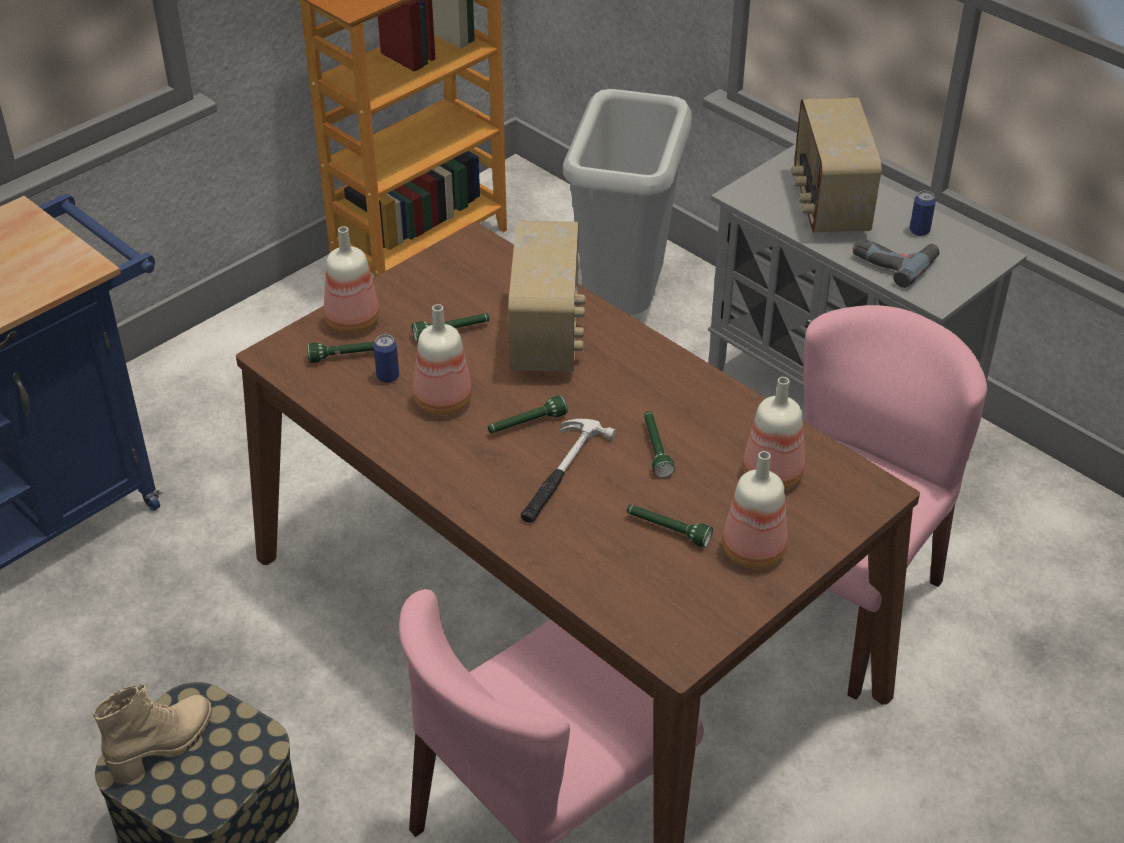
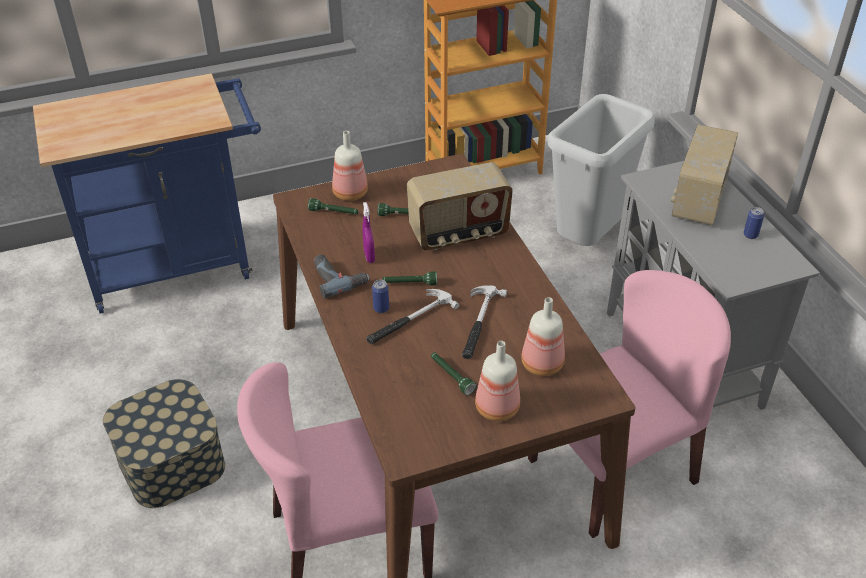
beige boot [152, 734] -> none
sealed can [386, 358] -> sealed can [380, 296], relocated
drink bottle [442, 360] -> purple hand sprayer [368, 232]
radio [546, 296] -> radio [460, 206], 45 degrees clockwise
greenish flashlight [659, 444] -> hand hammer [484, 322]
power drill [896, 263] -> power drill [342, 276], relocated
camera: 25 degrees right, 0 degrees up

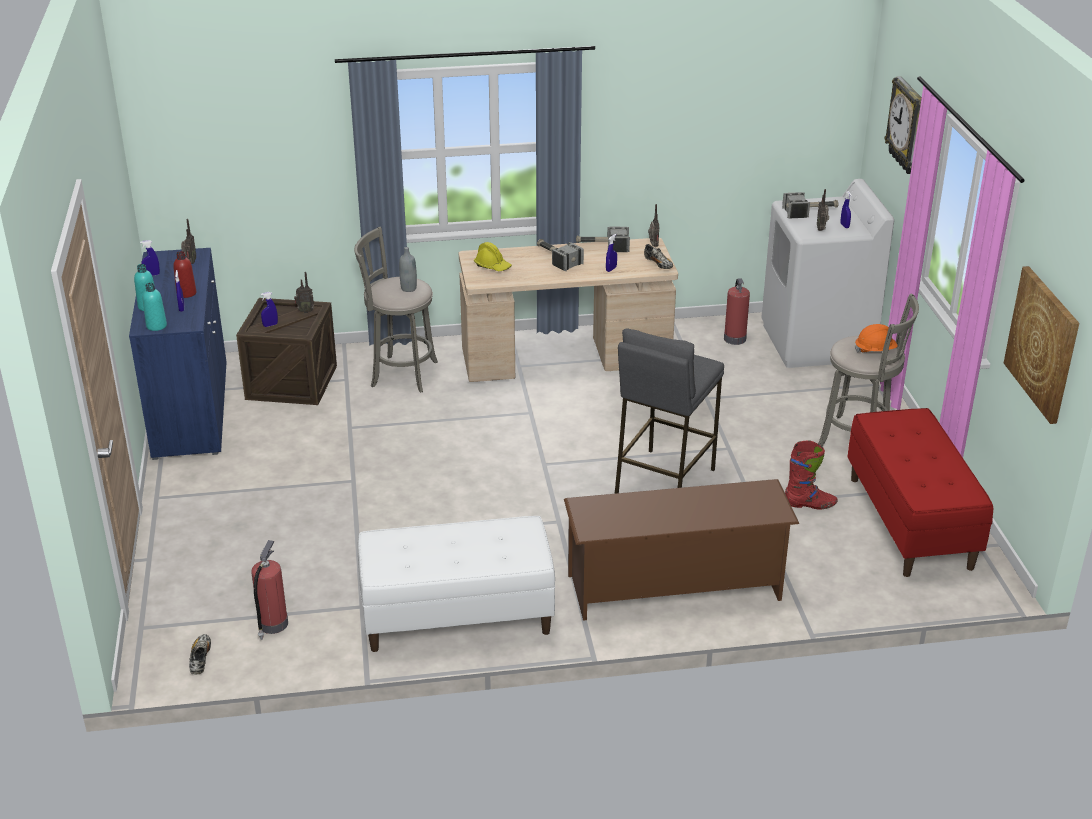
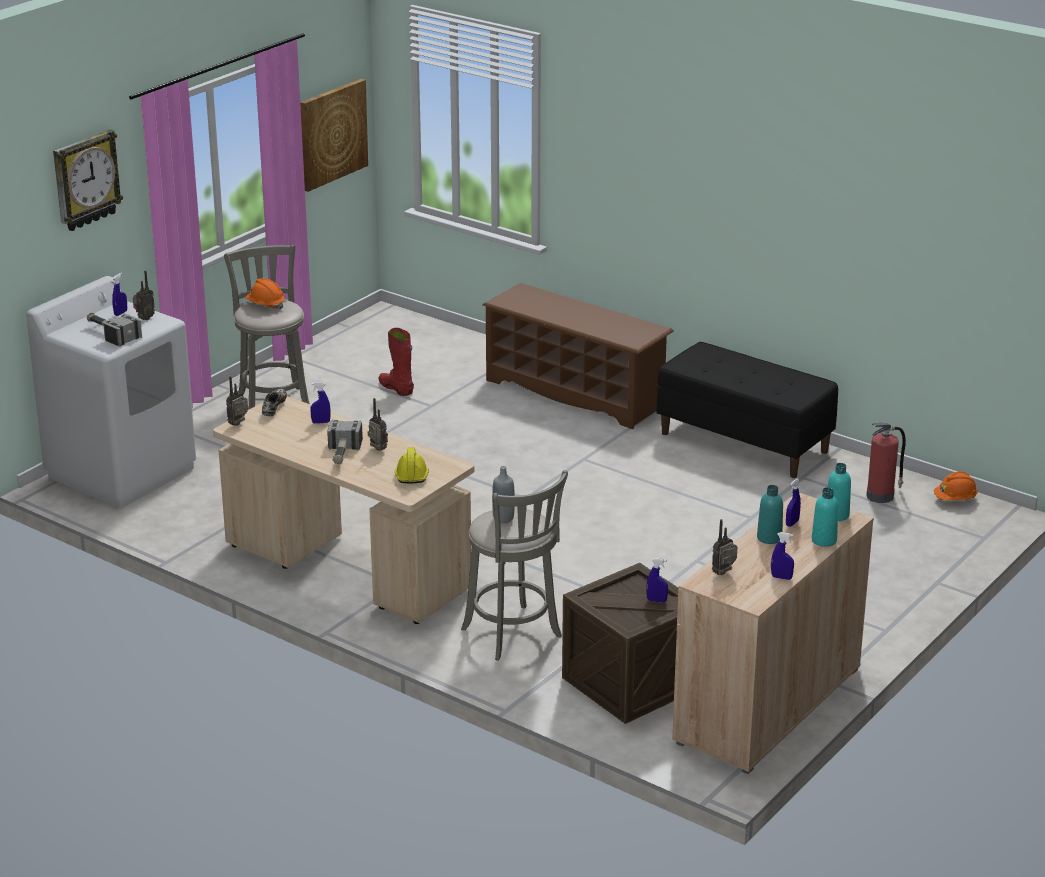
bluish cabinet [178, 354] -> beige cabinet [773, 633]
red-coloured drink bottle [184, 274] -> turquoise-coloured drink bottle [770, 514]
item of footwear [200, 654] -> orange-coloured hard hat [956, 486]
radio [304, 292] -> radio [378, 424], relocated
white indoor bench [456, 584] -> black-coloured indoor bench [747, 410]
hand hammer [603, 239] -> none
greyish sitting stool [669, 411] -> none
extinguisher [737, 312] -> none
red-coloured indoor bench [920, 492] -> none
camera: 135 degrees left, 5 degrees down

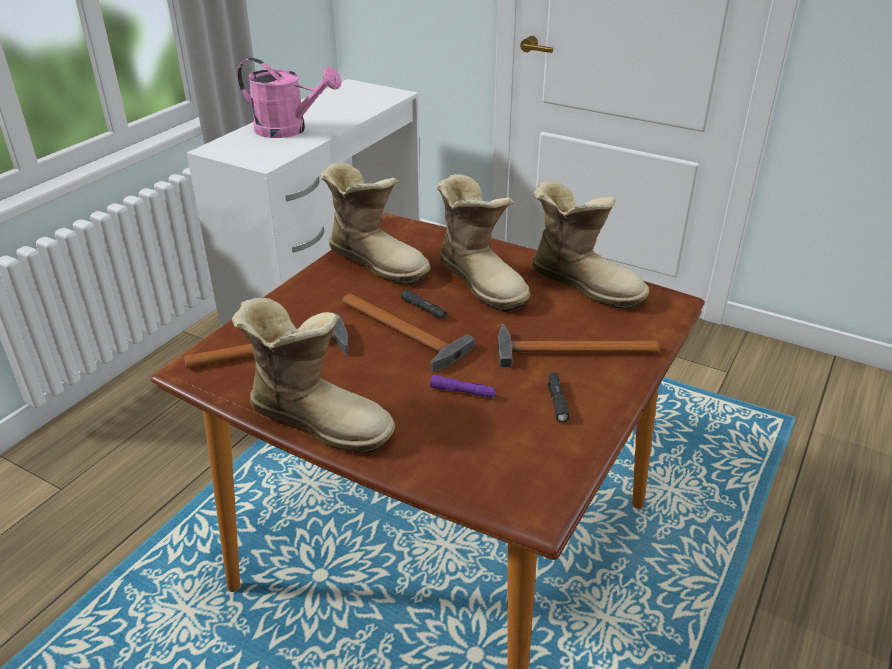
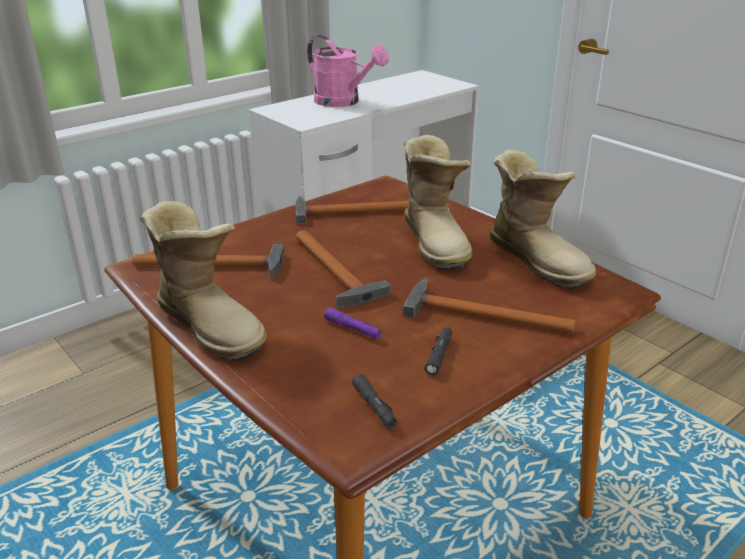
boot [375, 224] -> hand hammer [352, 210]
black-coloured flashlight [424, 304] -> black-coloured flashlight [374, 401], relocated
camera: 20 degrees right, 5 degrees down

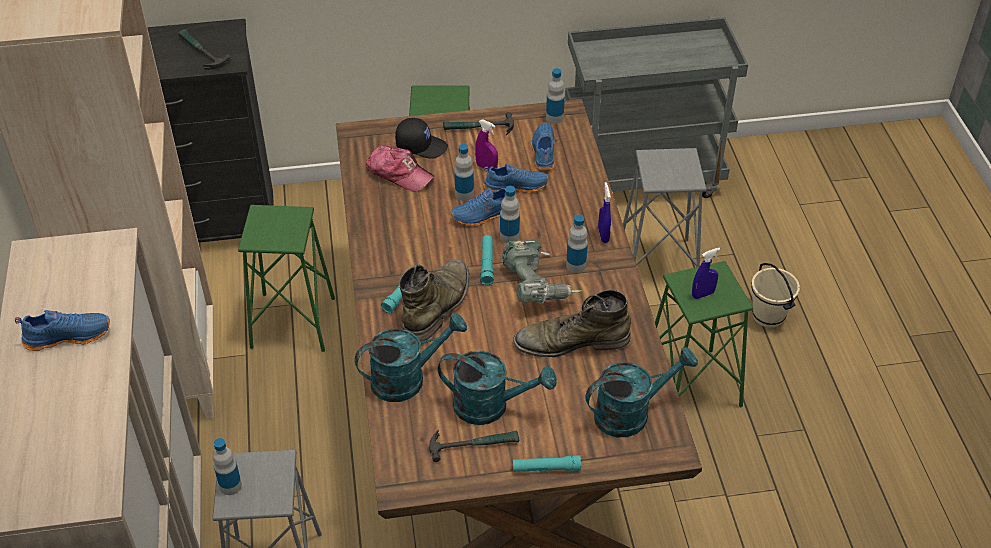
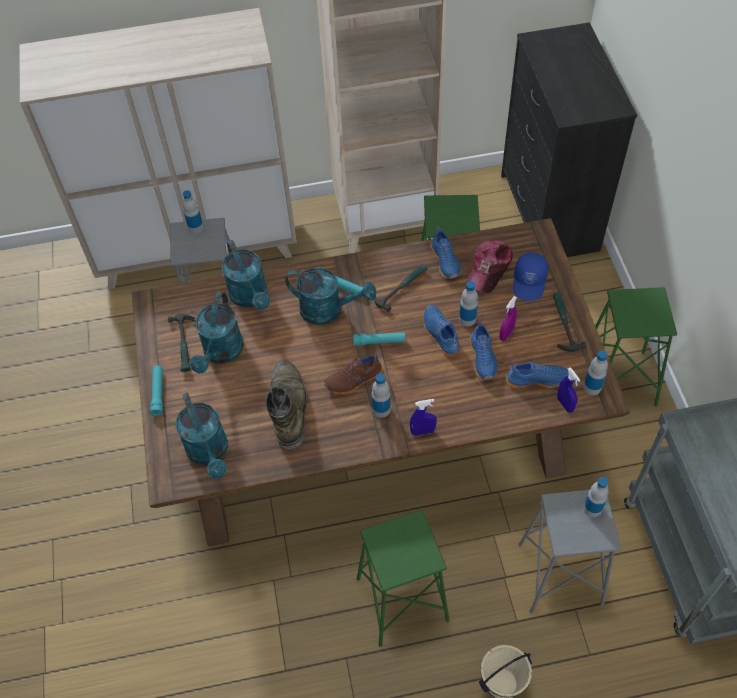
bluish item of footwear [62, 330] -> bluish item of footwear [446, 252], relocated
hand hammer [204, 49] -> hand hammer [401, 288], relocated
black-coloured cap [421, 138] -> bluish cap [530, 276]
greenish boot [434, 301] -> turquoise-coloured sprinkling can [330, 296]
drink bottle [510, 214] -> drink bottle [596, 497], relocated
power drill [541, 271] -> brown-coloured item of footwear [353, 373]
bluish hand sprayer [706, 273] -> bluish hand sprayer [568, 390], relocated
camera: 90 degrees right, 10 degrees up

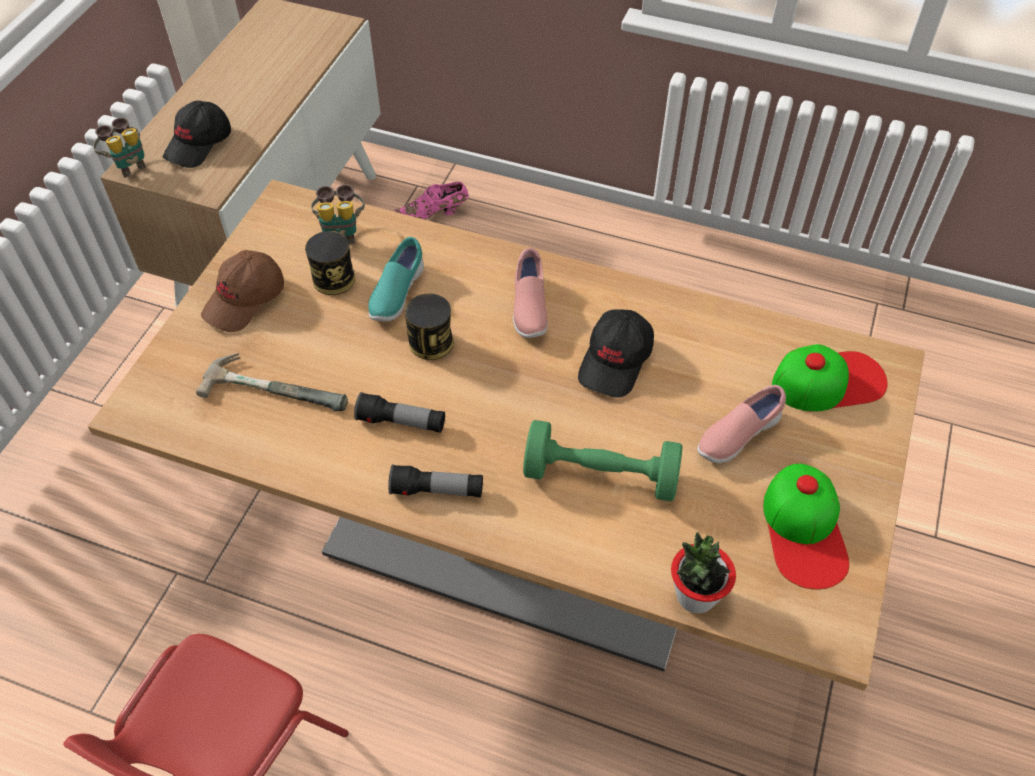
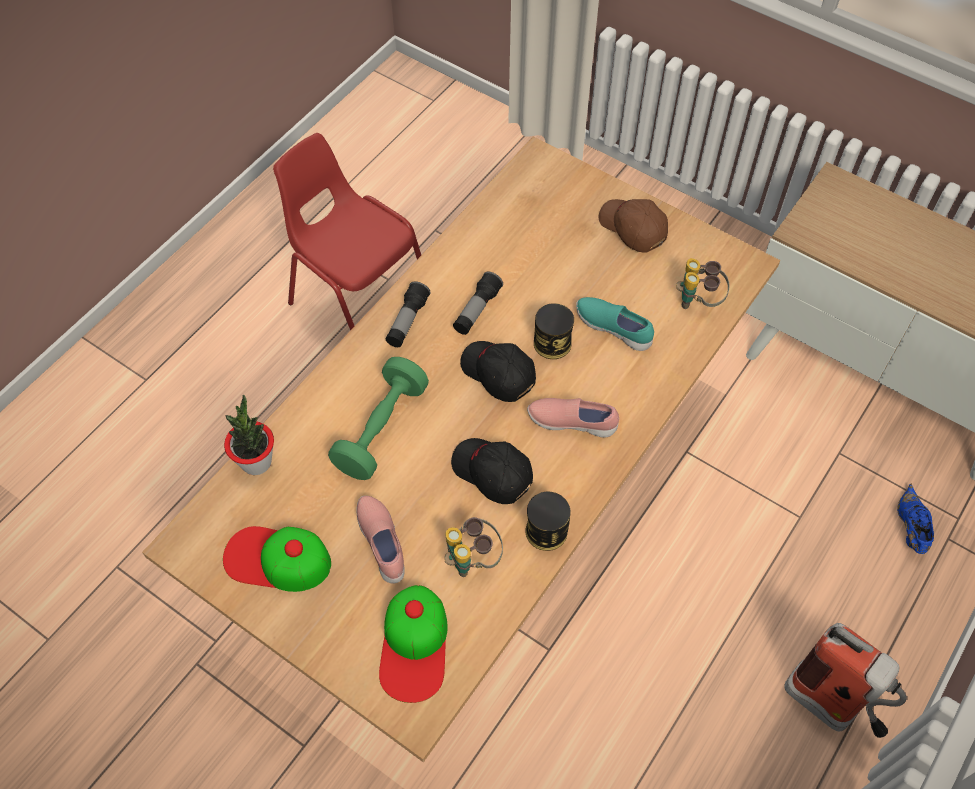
pair of binoculars [119, 148] -> pair of binoculars [473, 547], relocated
black-coloured cap [197, 134] -> black-coloured cap [498, 371], relocated
hand hammer [272, 382] -> none
sealed can [330, 263] -> sealed can [548, 521], relocated
pink-coloured item of footwear [432, 201] -> bluish item of footwear [915, 518]
none -> extinguisher [845, 680]
camera: 105 degrees right, 5 degrees up

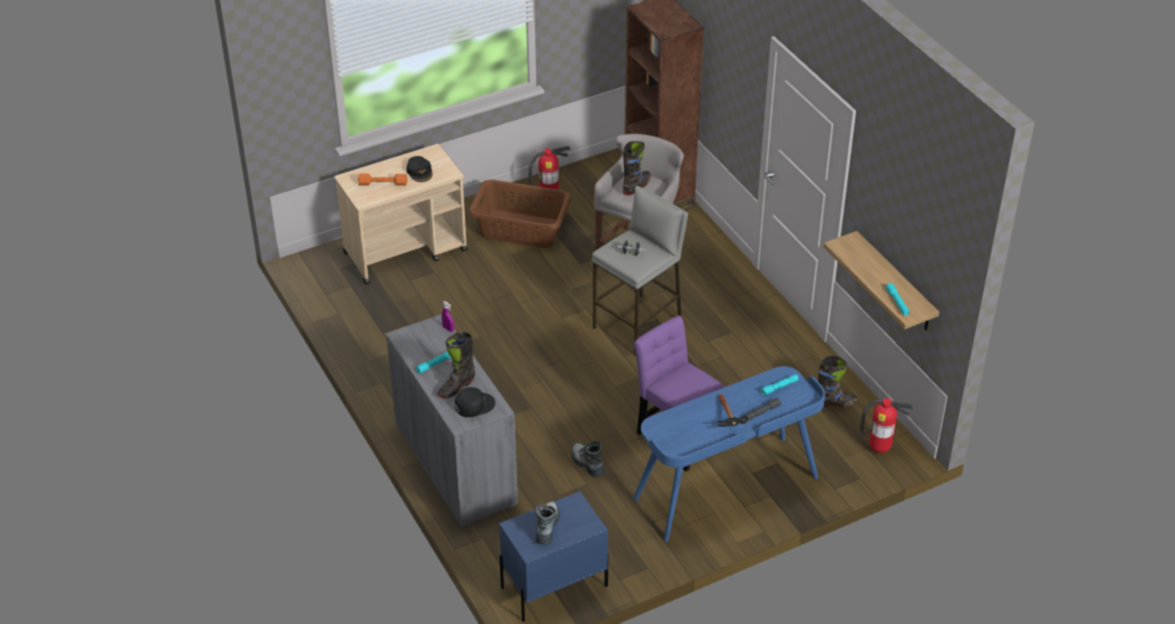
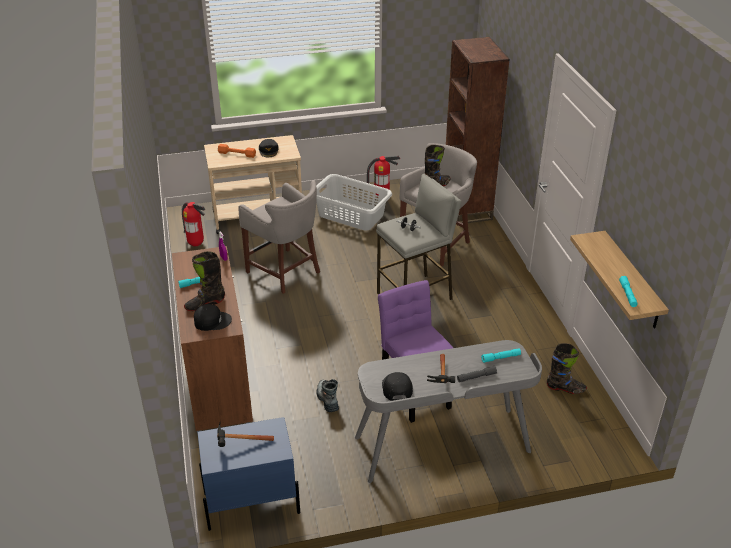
greyish cabinet [452, 421] -> brown-coloured cabinet [212, 339]
brown-coloured laundry basket [520, 214] -> greyish laundry basket [354, 202]
boot [547, 523] -> hand hammer [245, 434]
bluish desk unit [729, 454] -> greyish desk unit [448, 411]
extinguisher [886, 425] -> extinguisher [193, 224], relocated
none -> greyish sitting stool [279, 237]
none -> black-coloured cap [397, 386]
camera: 15 degrees right, 5 degrees down

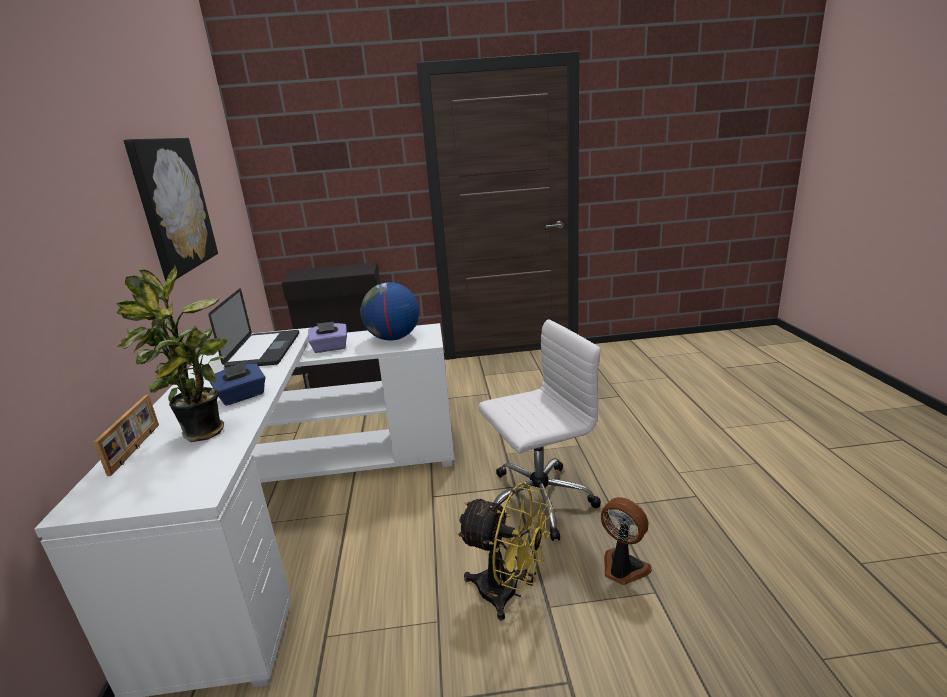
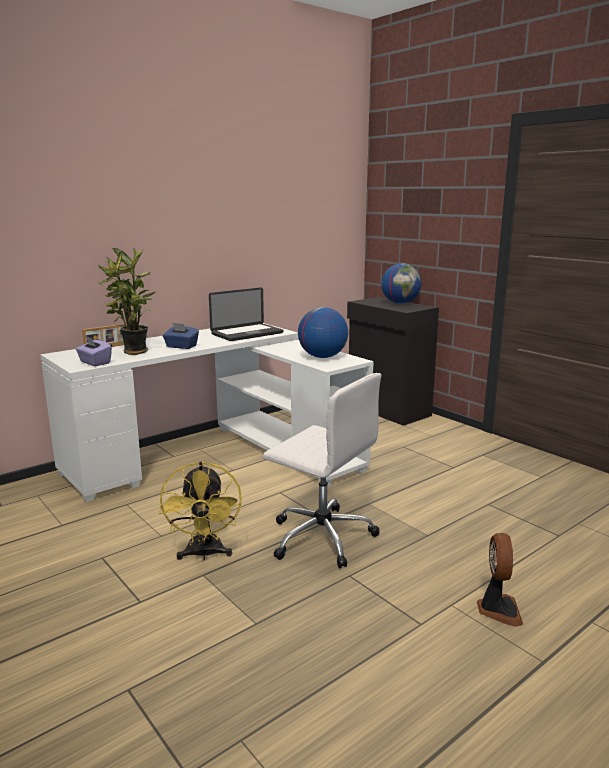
wall art [171, 209] -> none
purple box of tissues [327, 337] -> purple box of tissues [94, 351], relocated
fan [626, 541] -> fan [500, 580], relocated
none -> world globe [401, 283]
camera: 55 degrees right, 5 degrees down

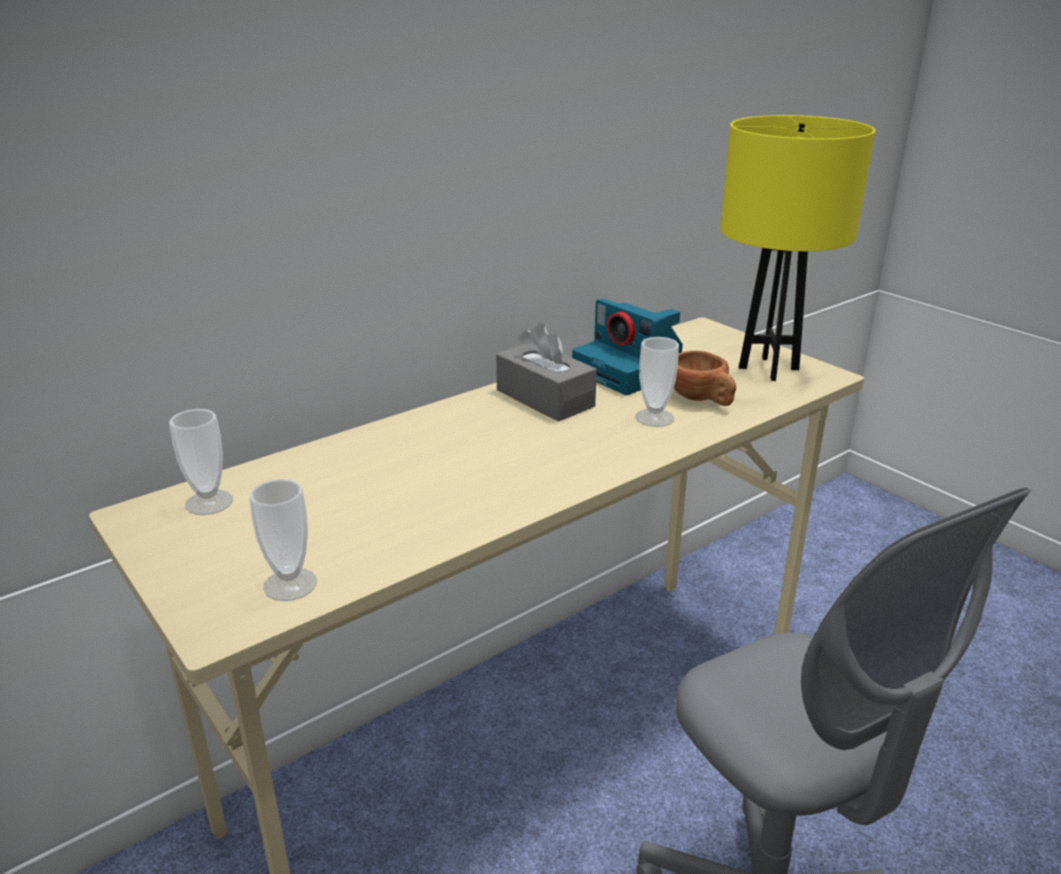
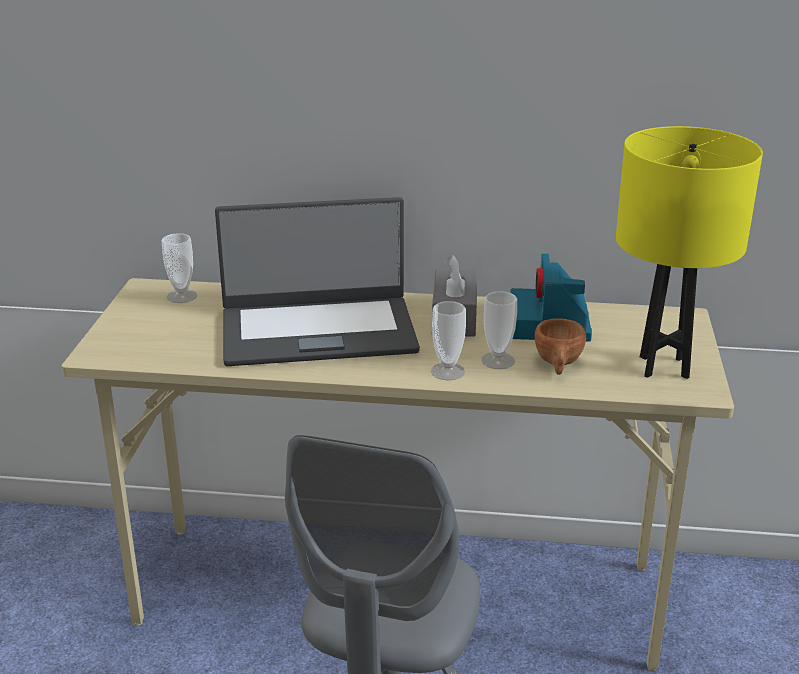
drinking cup [283, 540] -> drinking cup [448, 340], relocated
none -> portable computer [317, 281]
camera: 45 degrees right, 0 degrees up

